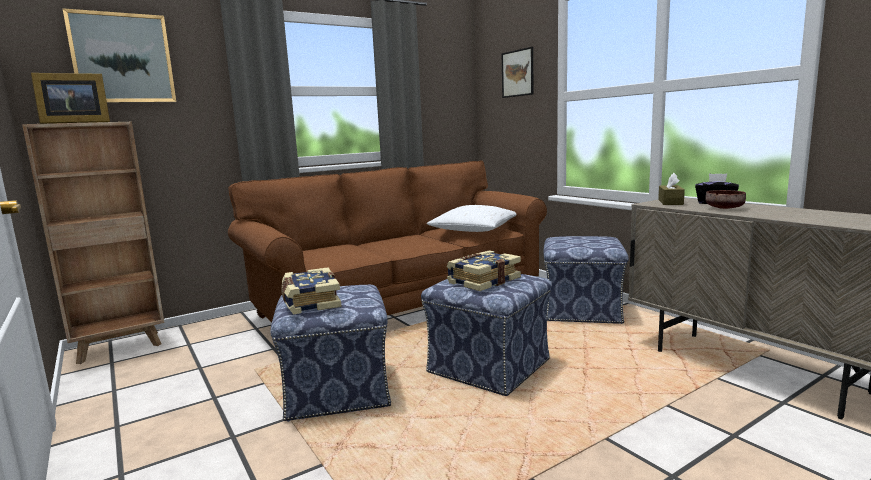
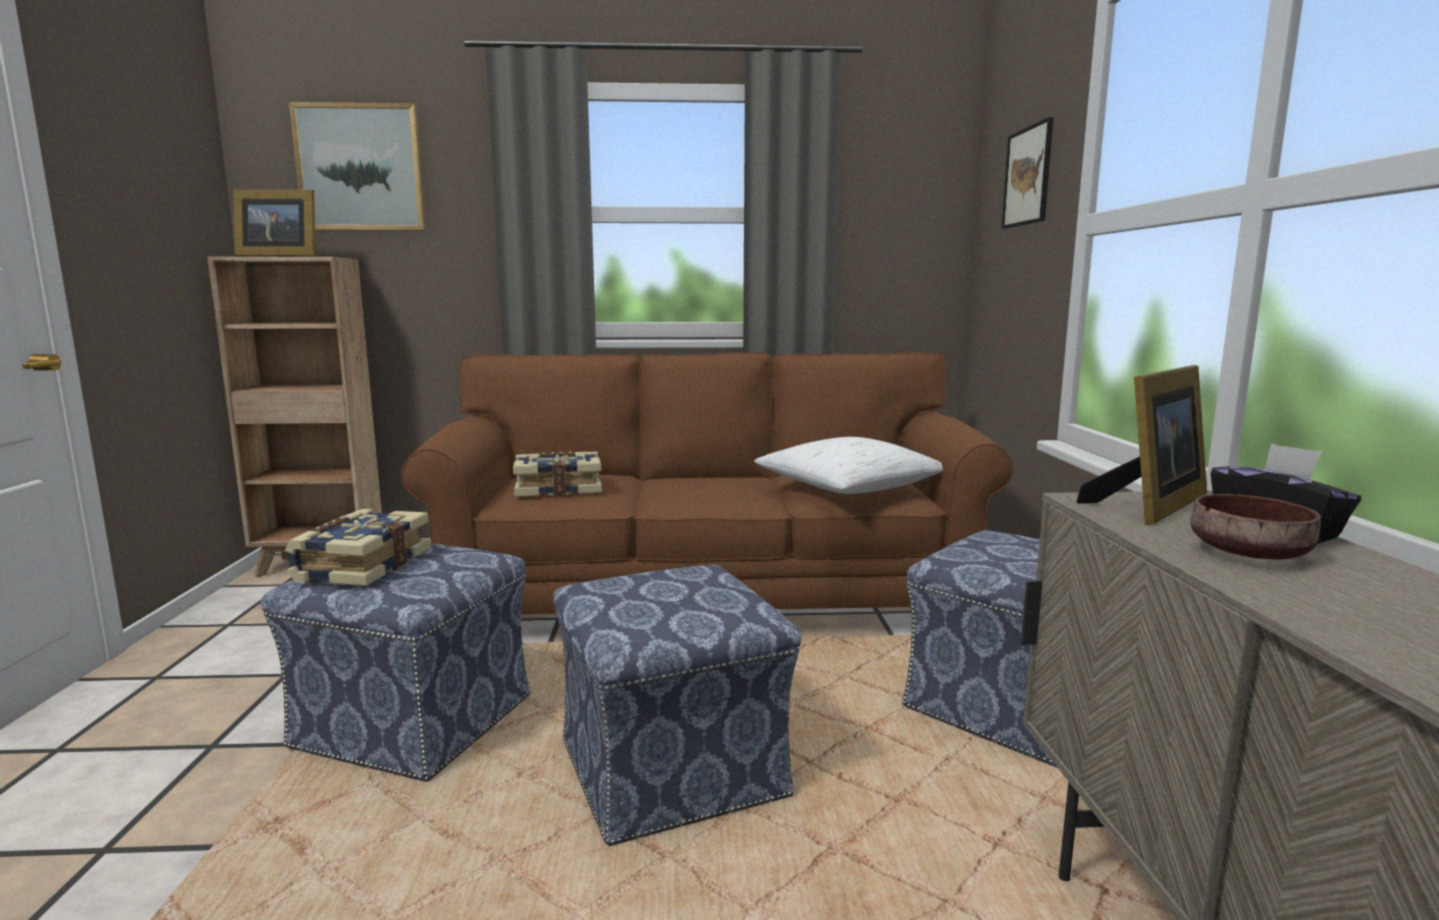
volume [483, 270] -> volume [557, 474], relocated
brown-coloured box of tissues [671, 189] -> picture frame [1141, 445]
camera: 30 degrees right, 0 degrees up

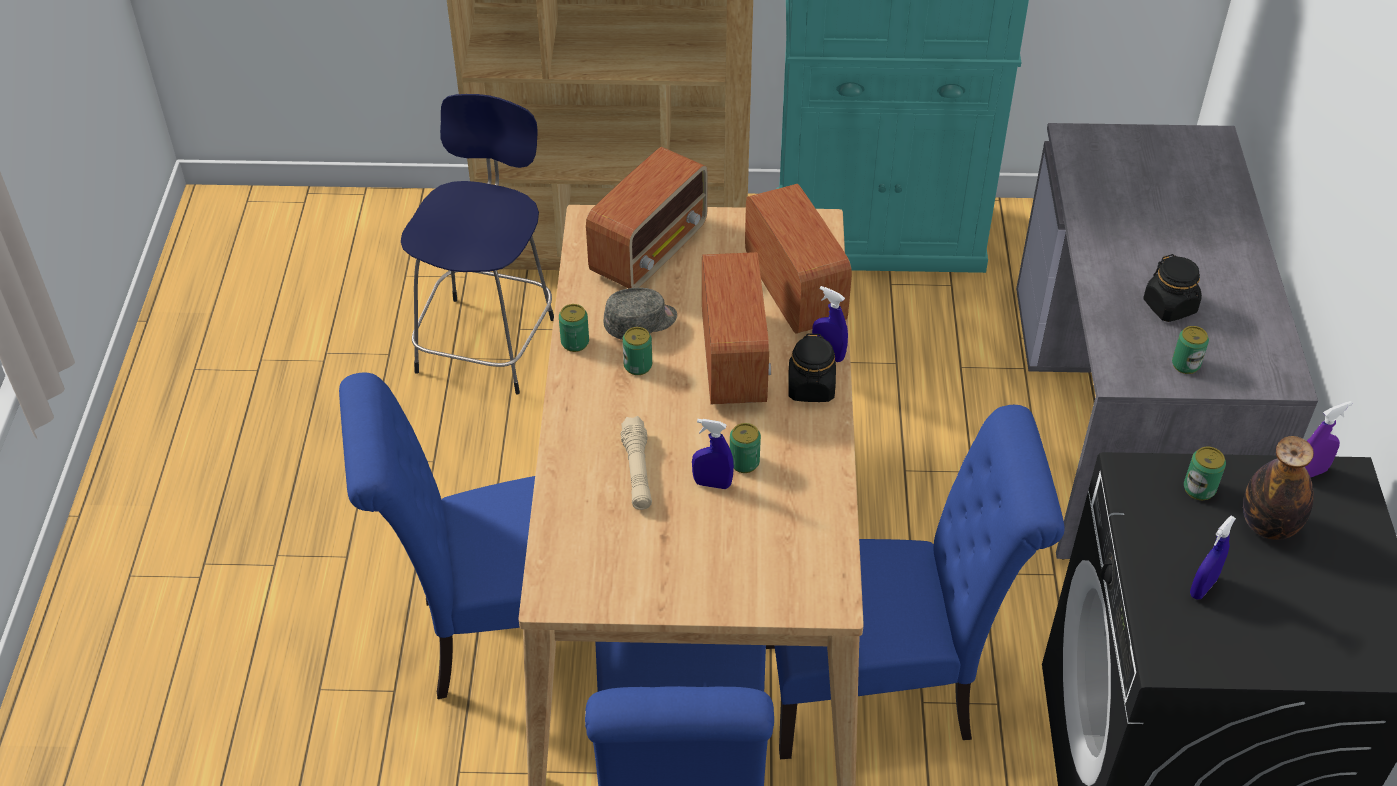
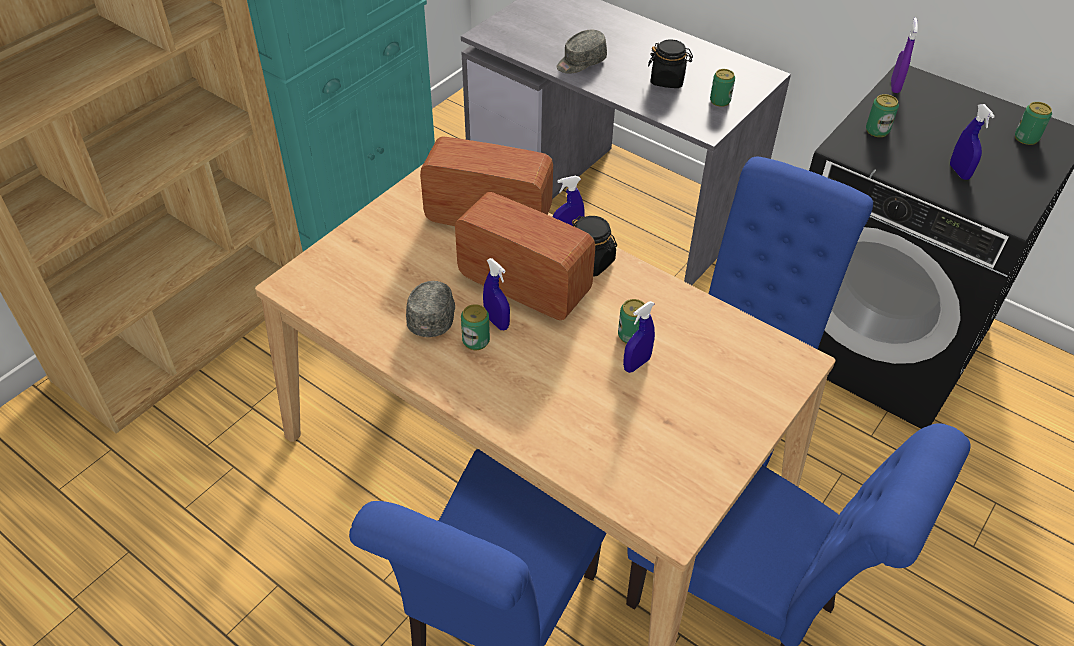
bluish sitting stool [477, 244] -> none
sealed can [574, 328] -> sealed can [1033, 123], relocated
radio [647, 217] -> none
beige flashlight [636, 463] -> none
drink bottle [1278, 488] -> none
none -> bluish hand sprayer [496, 294]
none -> greyish cap [582, 51]
camera: 55 degrees left, 0 degrees up

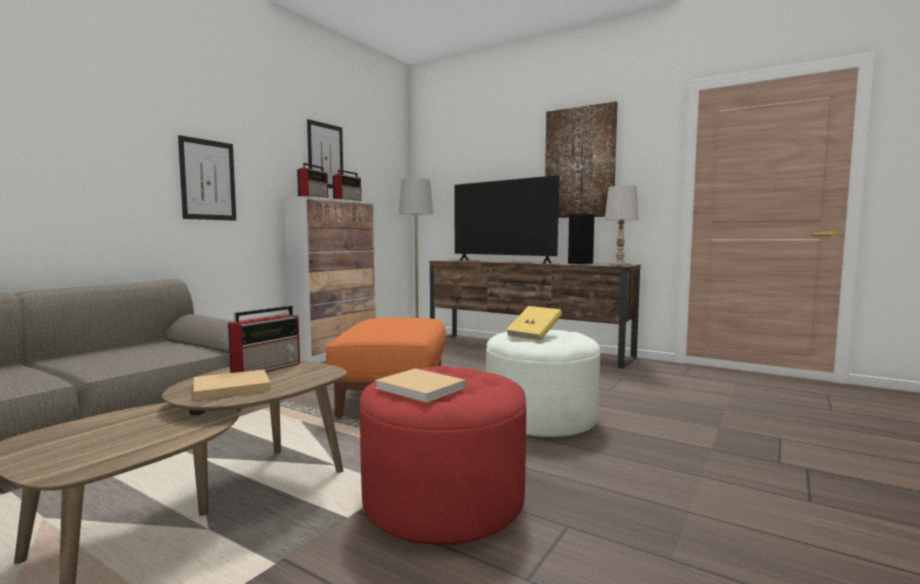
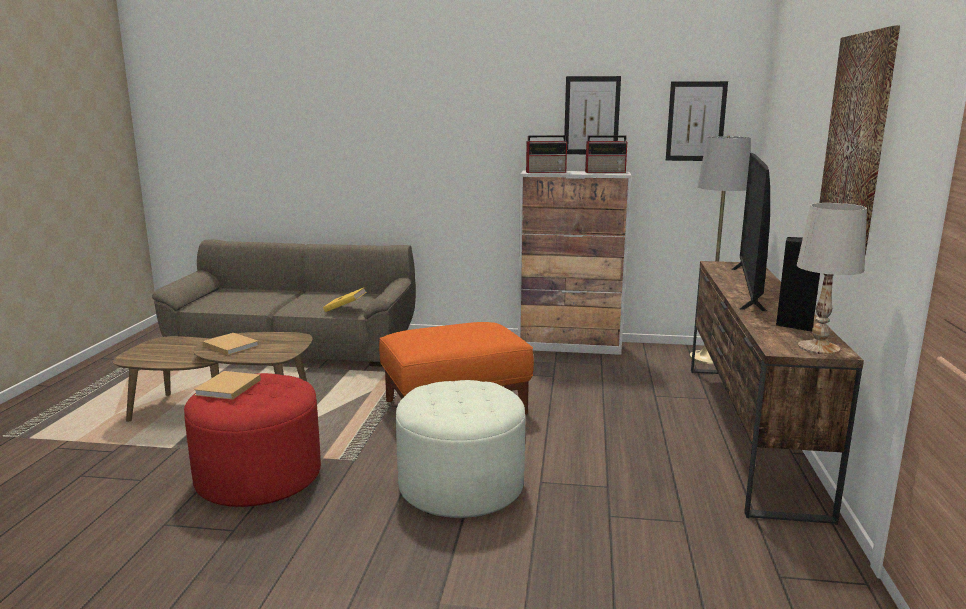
wall art [207, 178] -> wall art [697, 121], relocated
radio [264, 339] -> none
yellowish volume [534, 323] -> yellowish volume [345, 300], relocated
camera: 65 degrees right, 10 degrees up

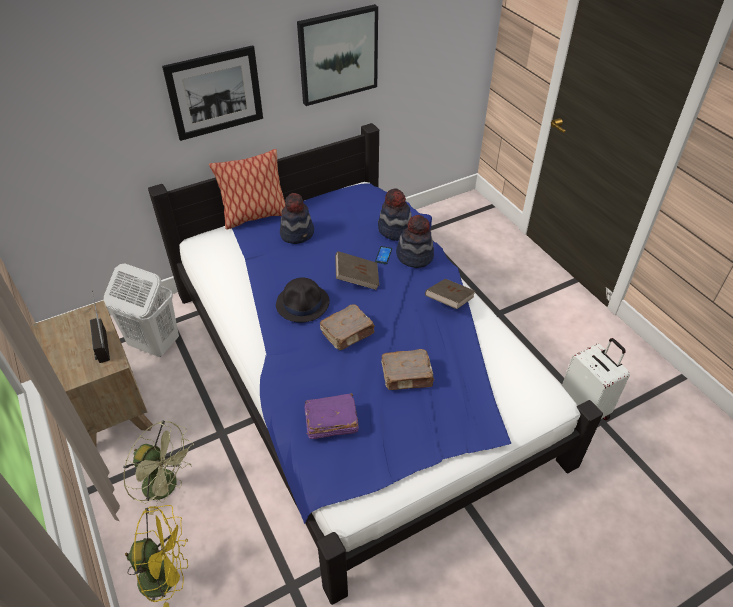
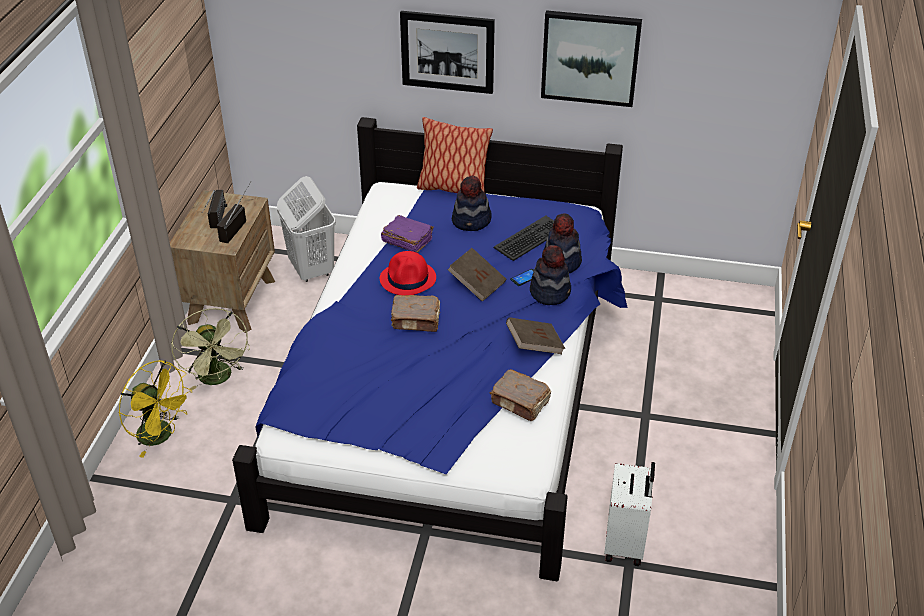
black-coloured clothing hat [303, 299] -> red-coloured clothing hat [408, 273]
purple volume [331, 416] -> purple volume [407, 234], relocated
brown-coloured volume [407, 369] -> brown-coloured volume [520, 395], relocated
none -> radio [214, 209]
none -> PC keyboard [523, 238]
camera: 40 degrees right, 5 degrees down

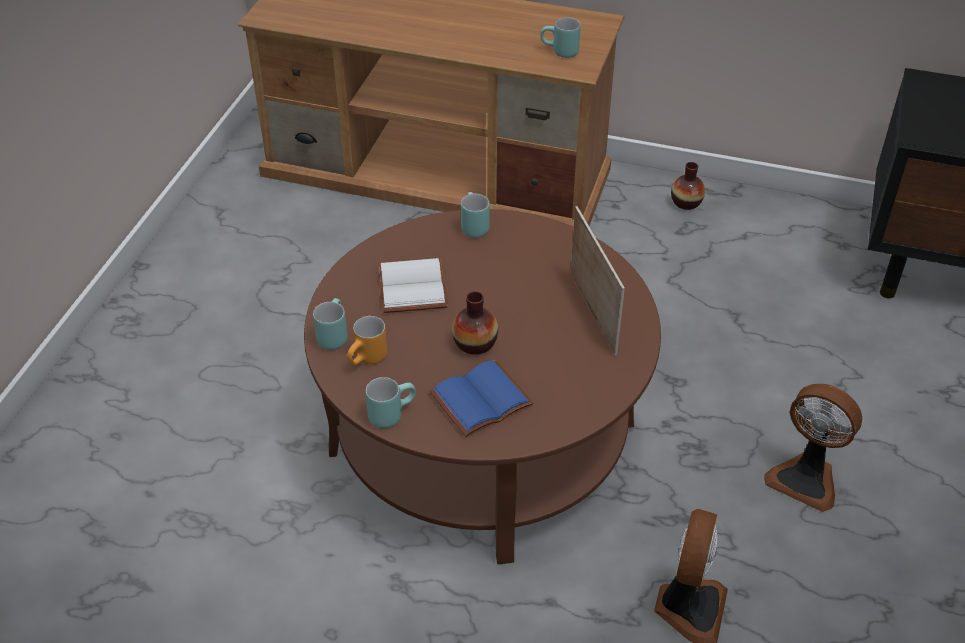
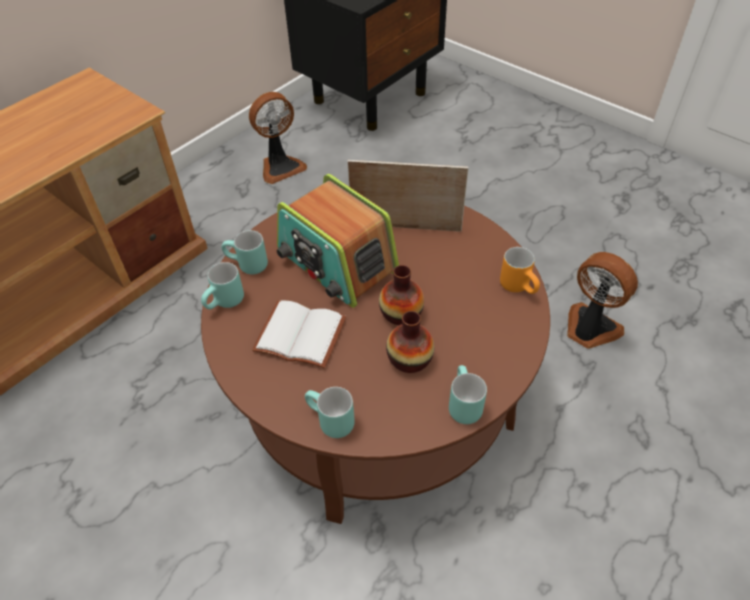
orange-coloured coffee mug [367, 340] -> orange-coloured coffee mug [520, 270], relocated
bluish volume [481, 398] -> none
turquoise-coloured coffee mug [561, 37] -> turquoise-coloured coffee mug [222, 285], relocated
vase [688, 186] -> vase [410, 342], relocated
fan [813, 448] -> fan [278, 138], relocated
none -> radio [338, 241]
camera: 65 degrees left, 5 degrees up

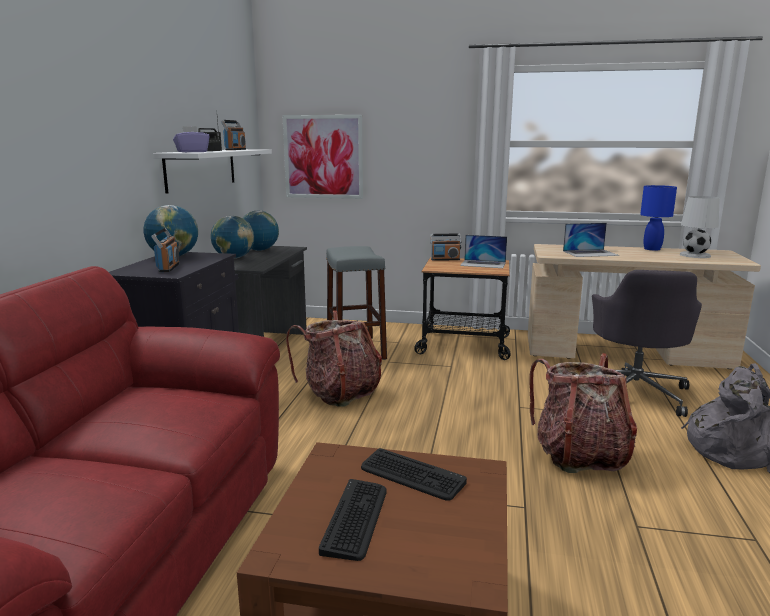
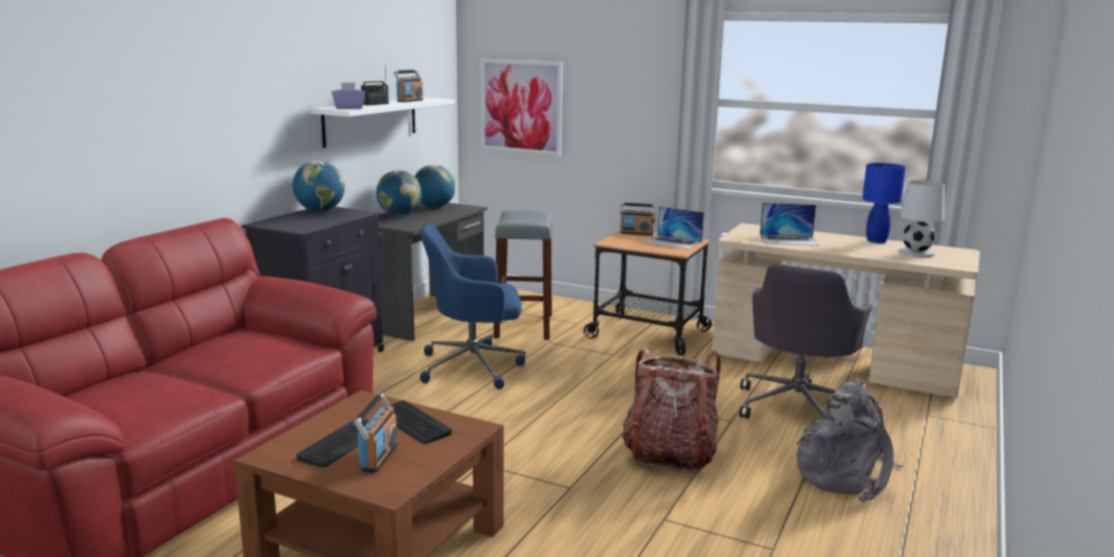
radio [165, 250] -> radio [376, 432], relocated
rucksack [334, 358] -> bluish desk chair [473, 306]
camera: 15 degrees right, 0 degrees up

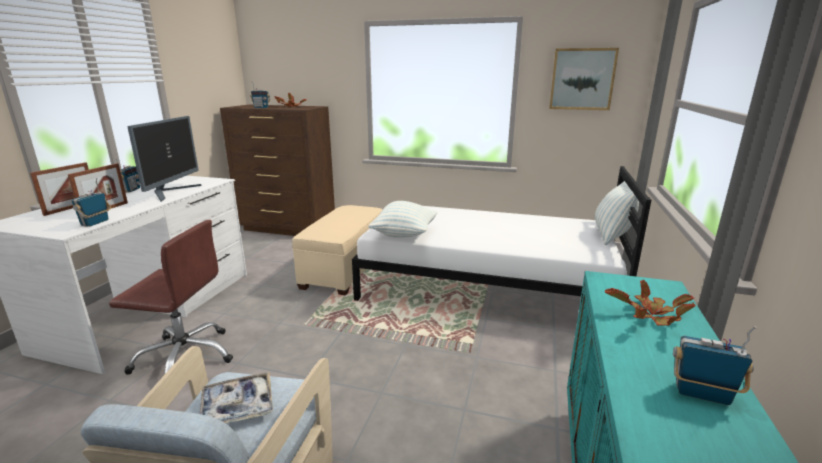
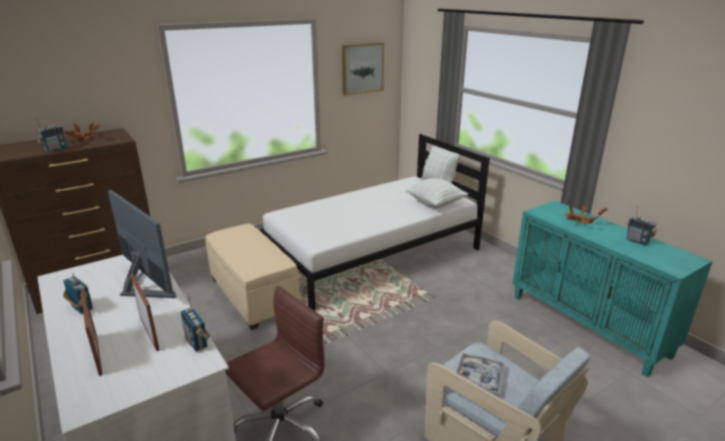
pillow [403, 219] -> pillow [436, 193], relocated
radio [715, 365] -> radio [642, 225], 105 degrees counterclockwise
camera: 50 degrees left, 5 degrees up

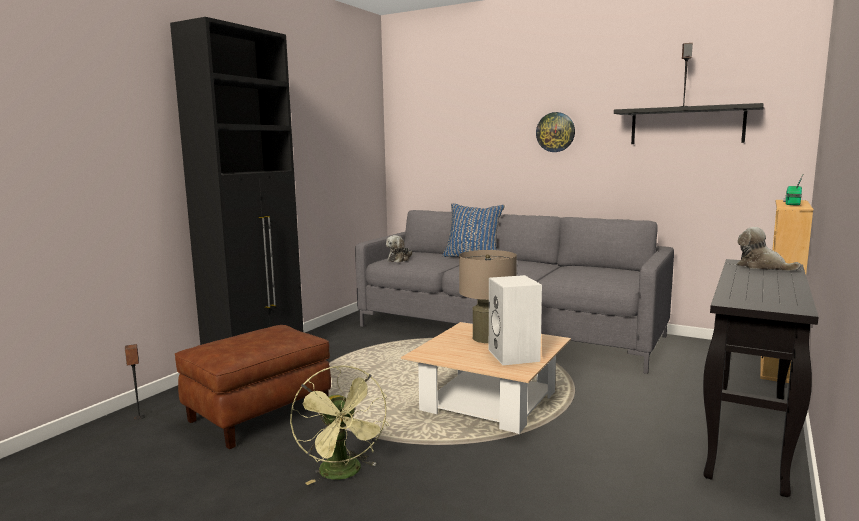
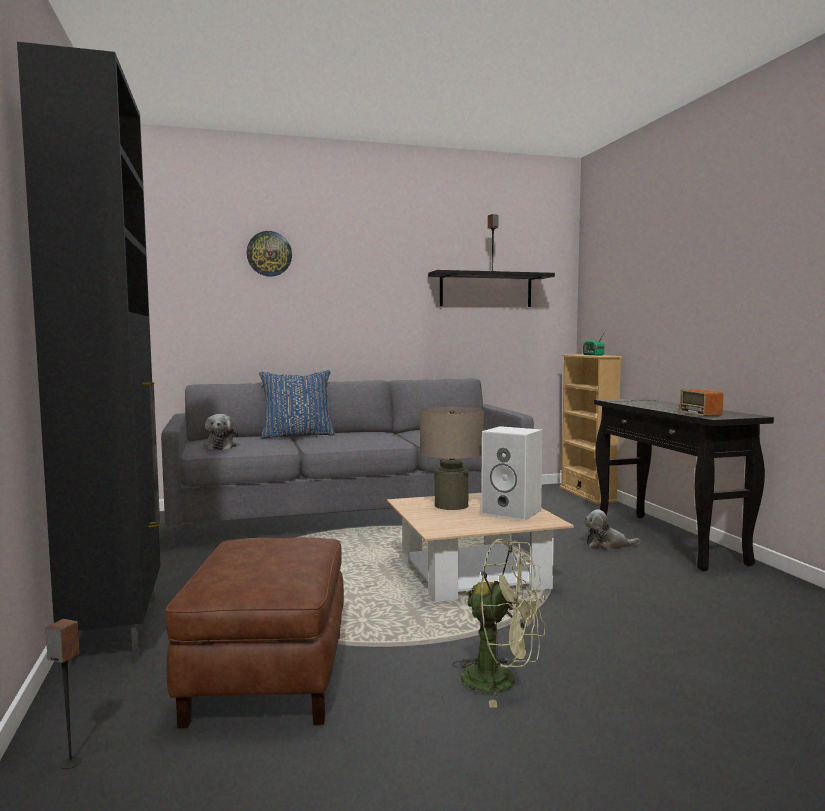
clock on the wall [555, 132] -> clock on the wall [269, 253], relocated
soft toy [769, 249] -> soft toy [612, 529], relocated
none -> radio [699, 403]
camera: 45 degrees left, 5 degrees down

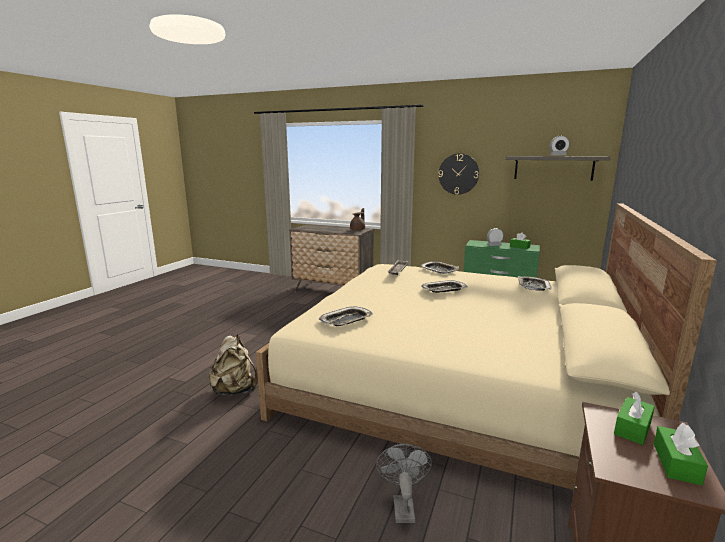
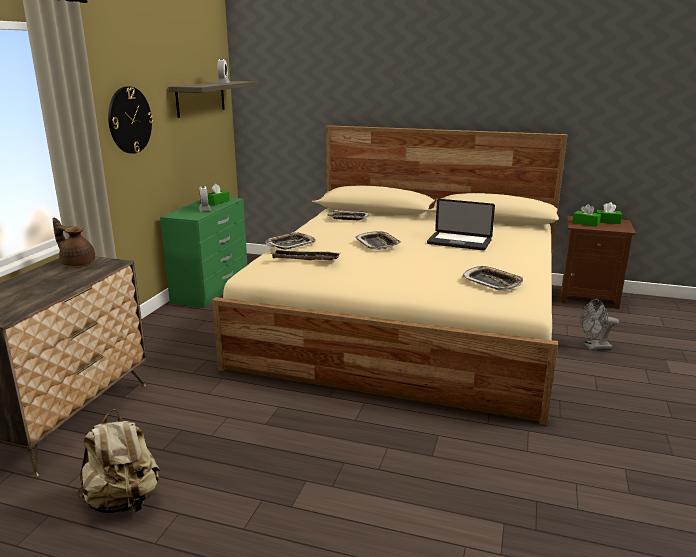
beige rucksack [233, 364] -> beige rucksack [118, 461], relocated
none -> portable computer [461, 224]
camera: 95 degrees left, 5 degrees up

